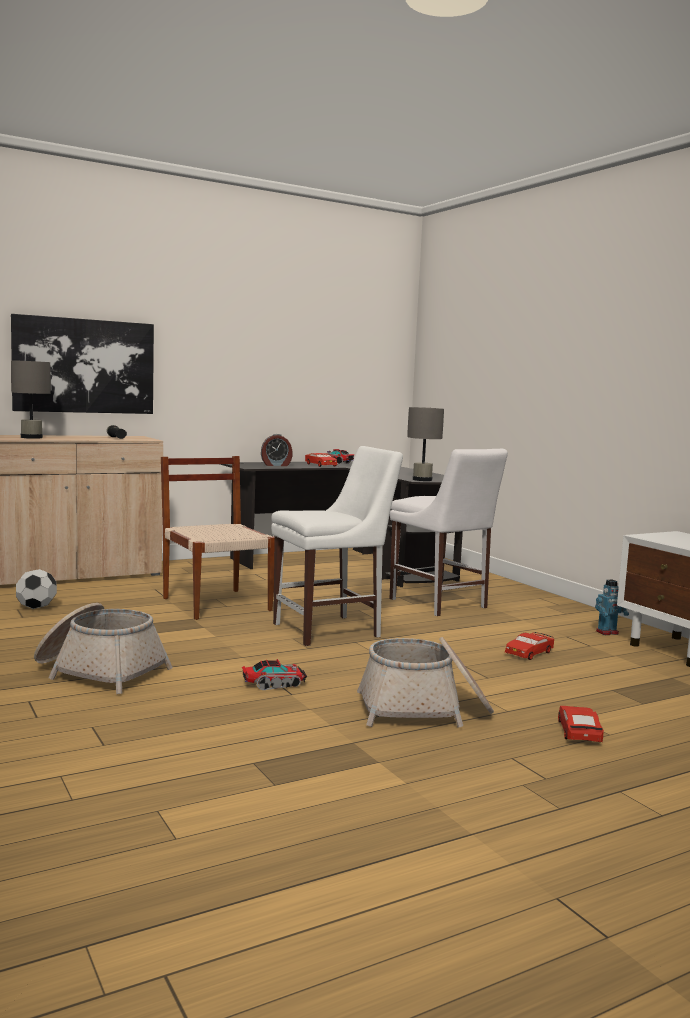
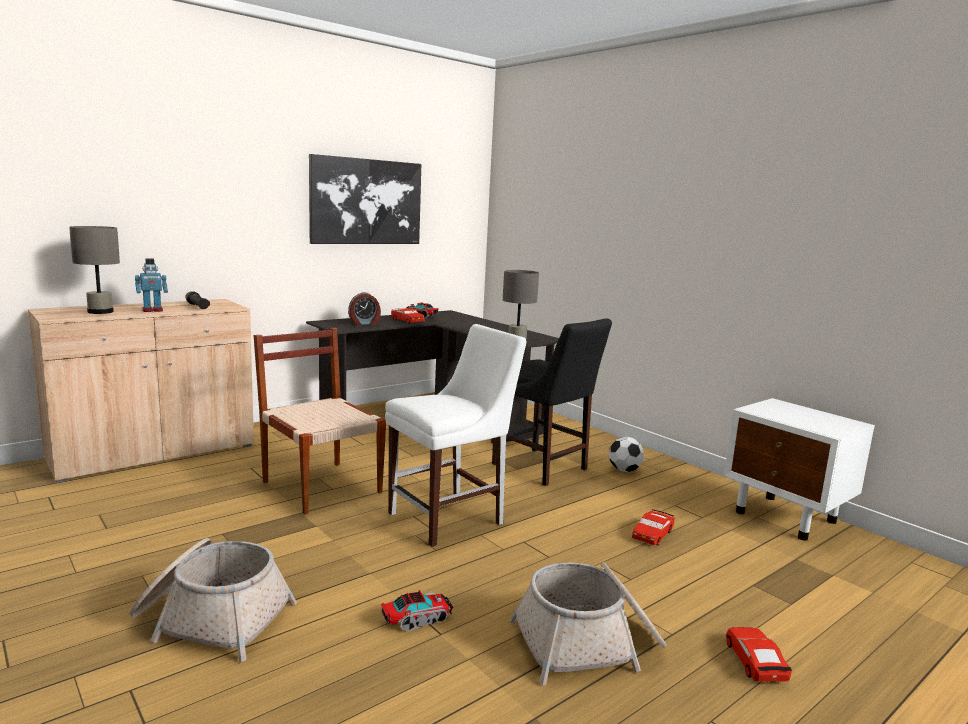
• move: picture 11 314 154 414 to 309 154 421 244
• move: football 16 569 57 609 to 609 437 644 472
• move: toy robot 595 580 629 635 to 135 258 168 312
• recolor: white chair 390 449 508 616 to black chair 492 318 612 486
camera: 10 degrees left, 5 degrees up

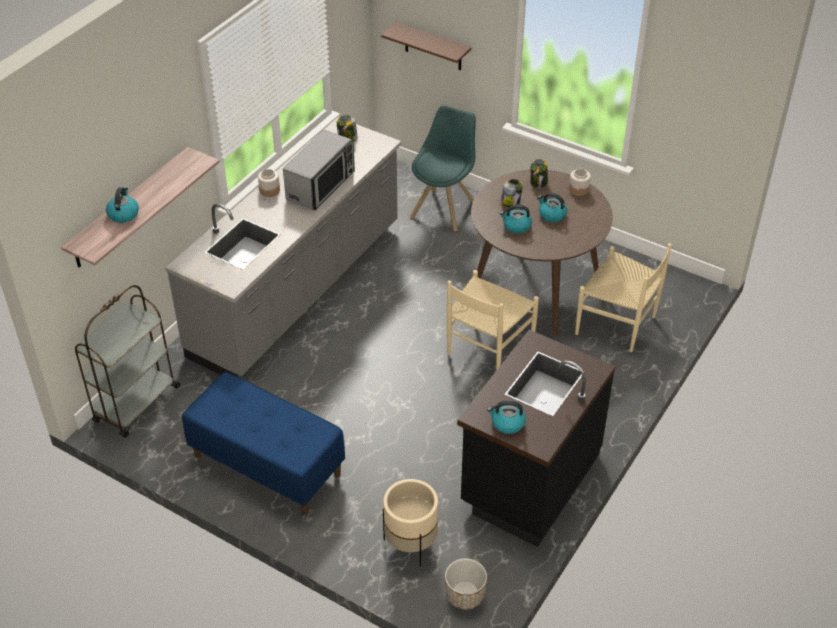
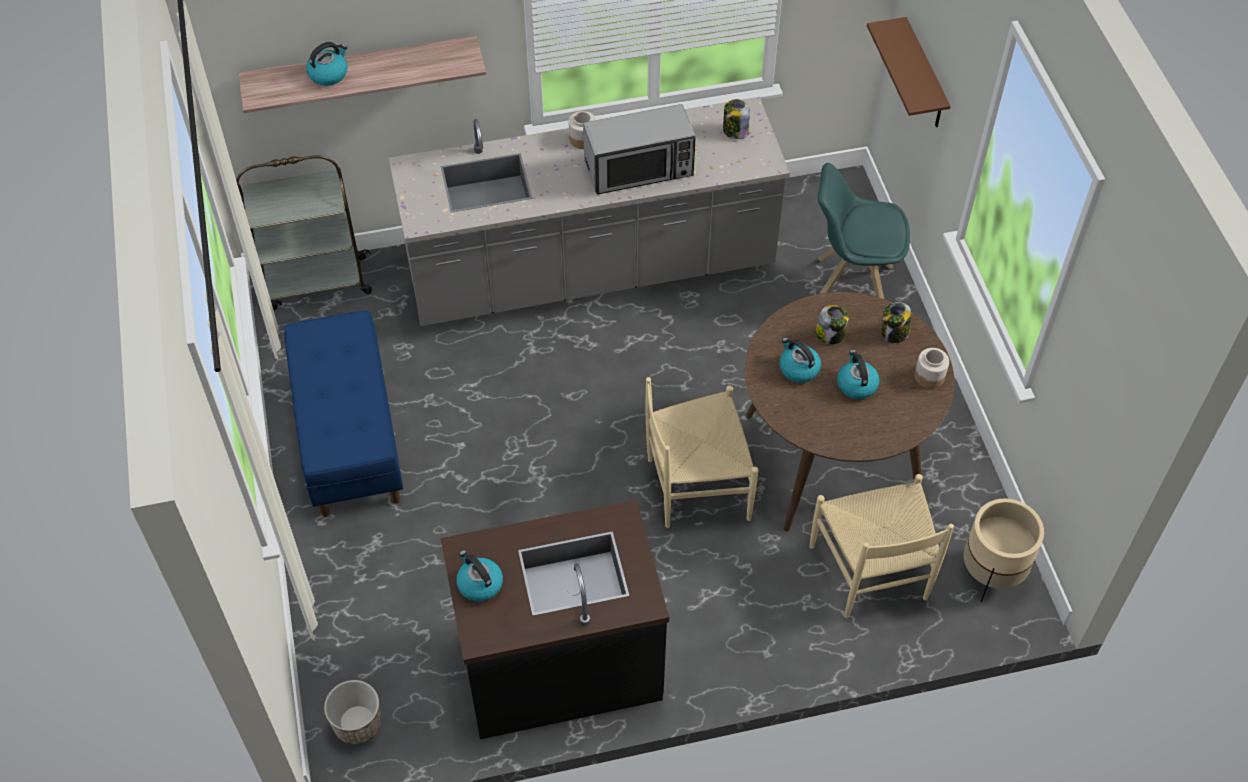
• move: beige planter 383 479 438 566 to 963 498 1044 602
• rotate: turquoise chair 410 105 476 232 = 818 163 910 299 150 degrees counterclockwise
camera: 45 degrees right, 10 degrees up

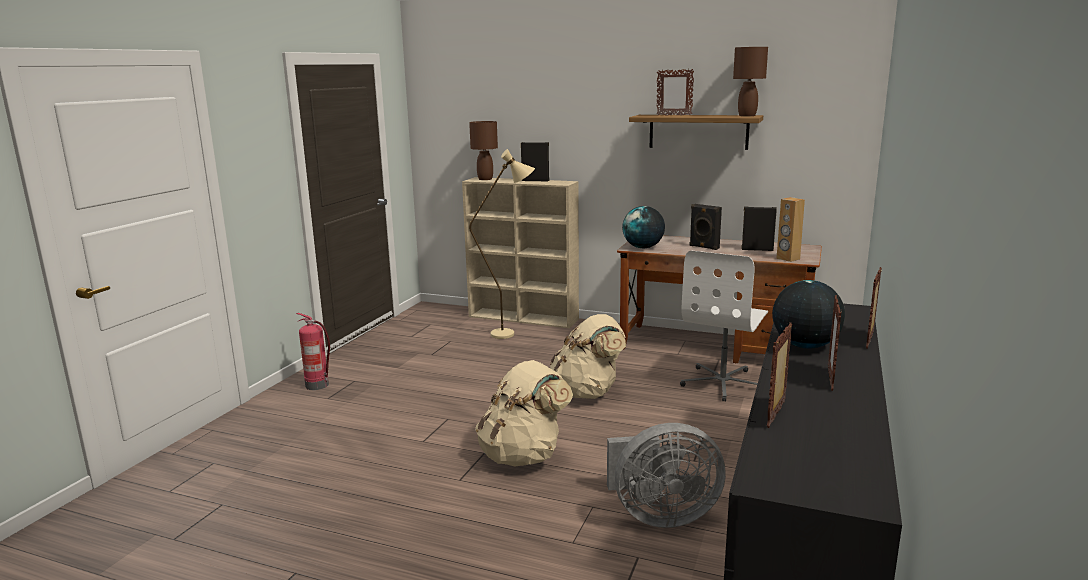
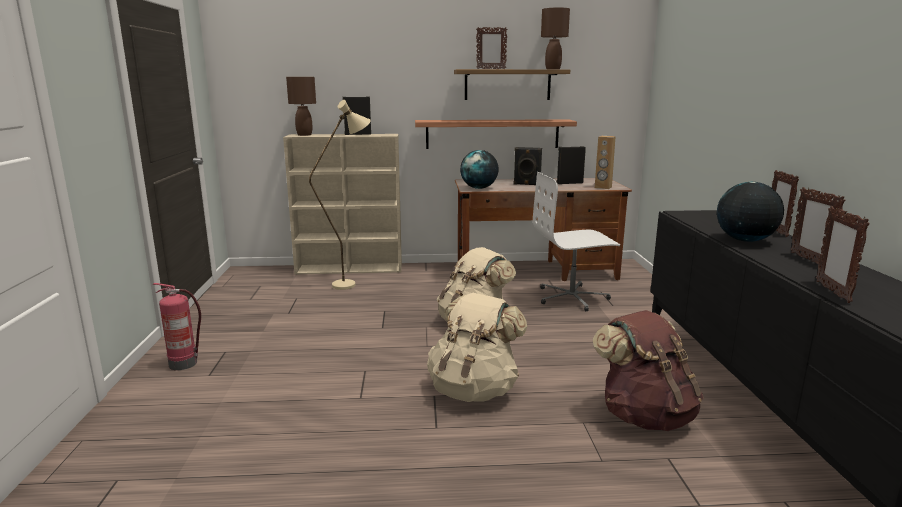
• insert: shelf 415 119 577 149
• replace: grey fan 607 423 726 528 to brown backpack 593 310 704 431
• rotate: white office chair 680 250 768 402 = 533 172 620 311 75 degrees clockwise
camera: 25 degrees left, 0 degrees up

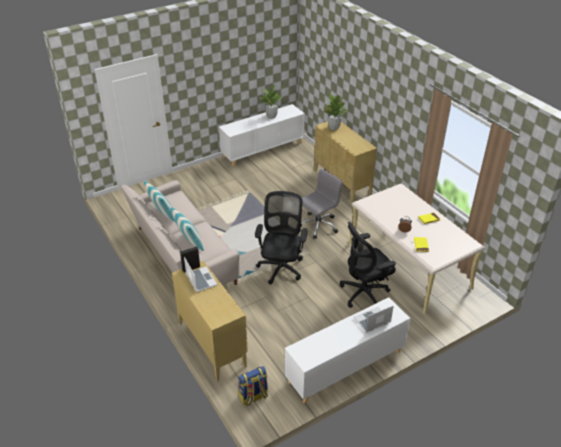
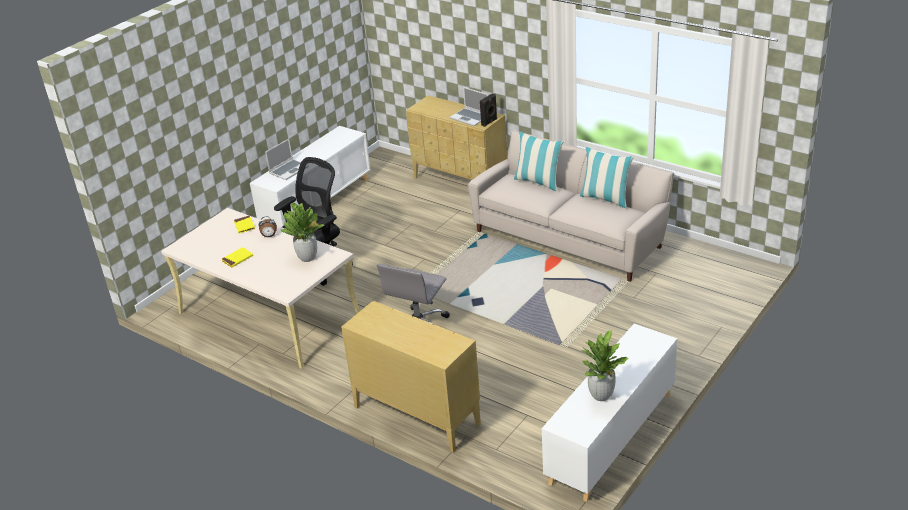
• delete: backpack 238 366 268 406
• delete: black office chair 255 191 307 284
• move: potted plant 323 93 348 130 to 280 203 324 262
camera: 160 degrees right, 5 degrees down

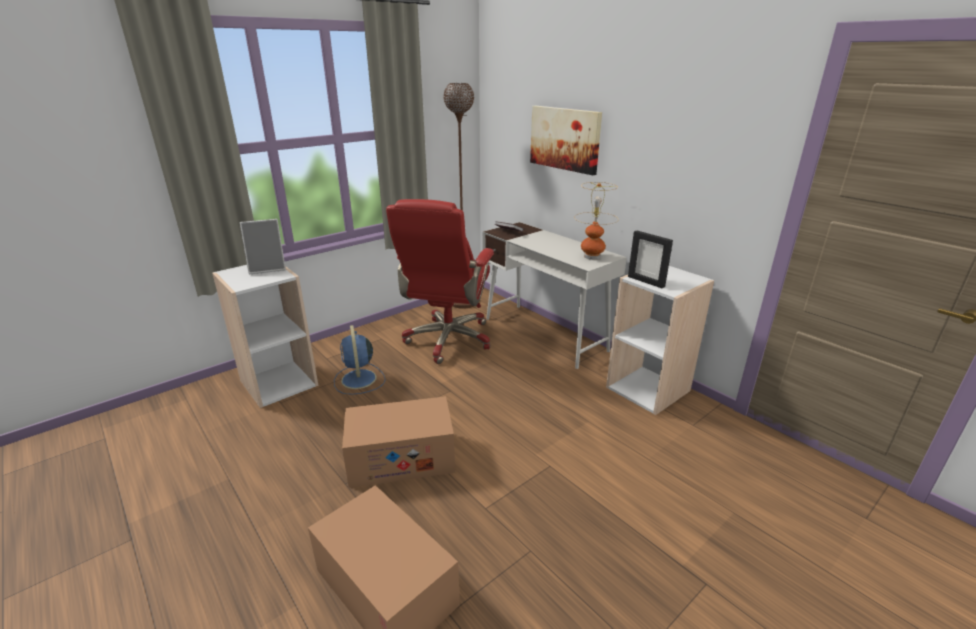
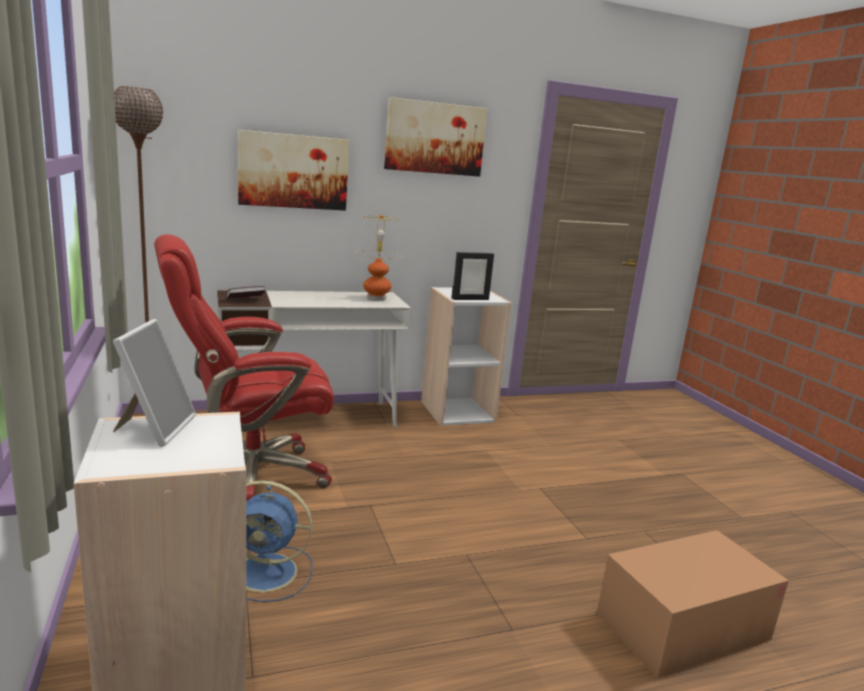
• delete: cardboard box 342 396 455 488
• insert: picture 384 97 487 177
• rotate: red office chair 386 199 494 364 = 154 234 334 502 120 degrees clockwise
camera: 70 degrees left, 10 degrees down

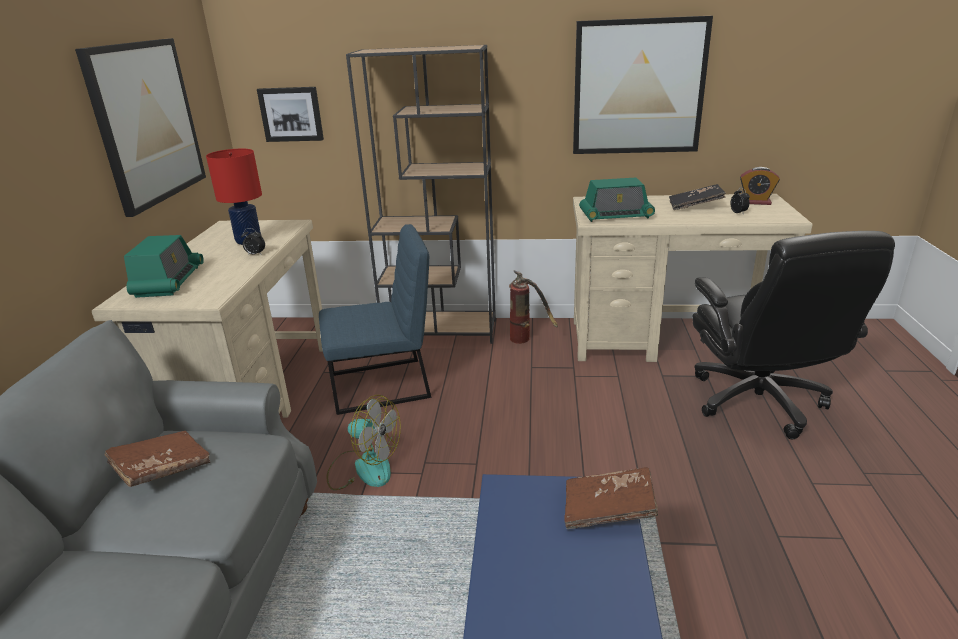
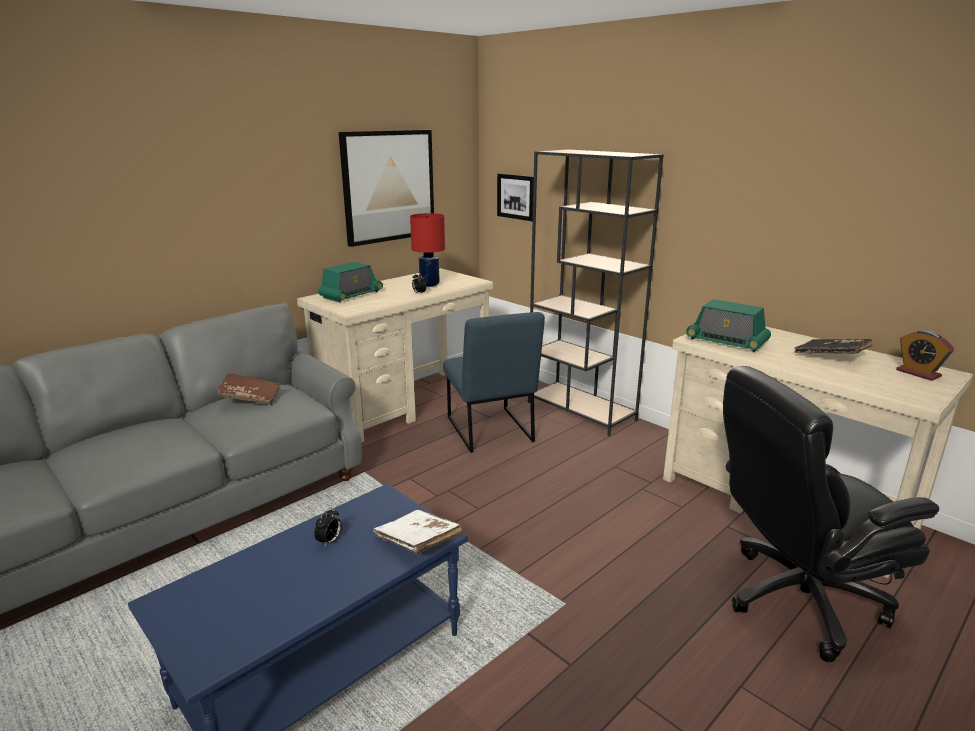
• delete: fan 326 395 401 490
• delete: fire extinguisher 509 271 558 344
• delete: picture 573 16 713 154
• move: alarm clock 731 188 750 215 to 314 508 342 546
• recolor: brown book 564 467 658 529 to white book 373 510 463 554
• rotate: blue chair 319 224 432 415 = 443 312 545 453 45 degrees clockwise
• rotate: black office chair 693 231 895 439 = 723 366 939 662 45 degrees clockwise
camera: 40 degrees right, 5 degrees down

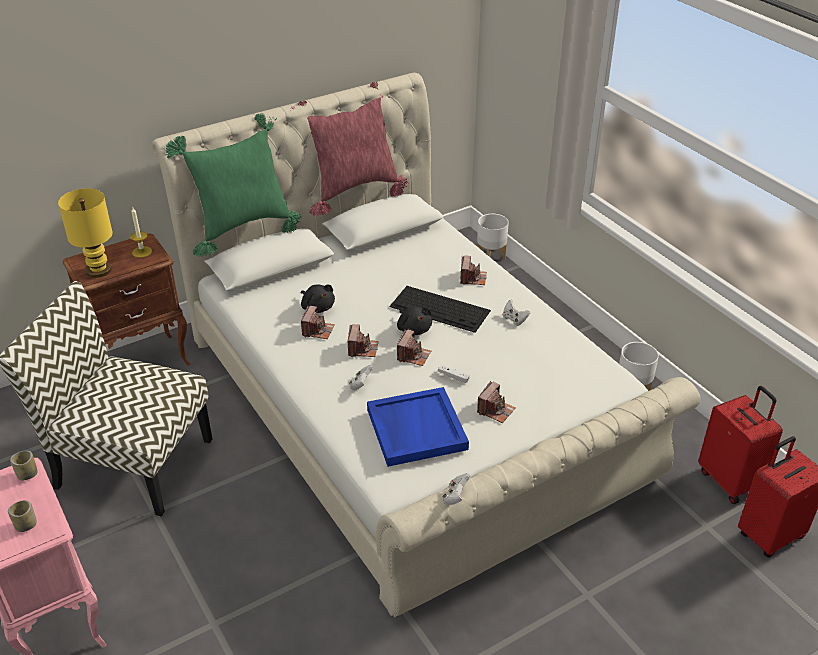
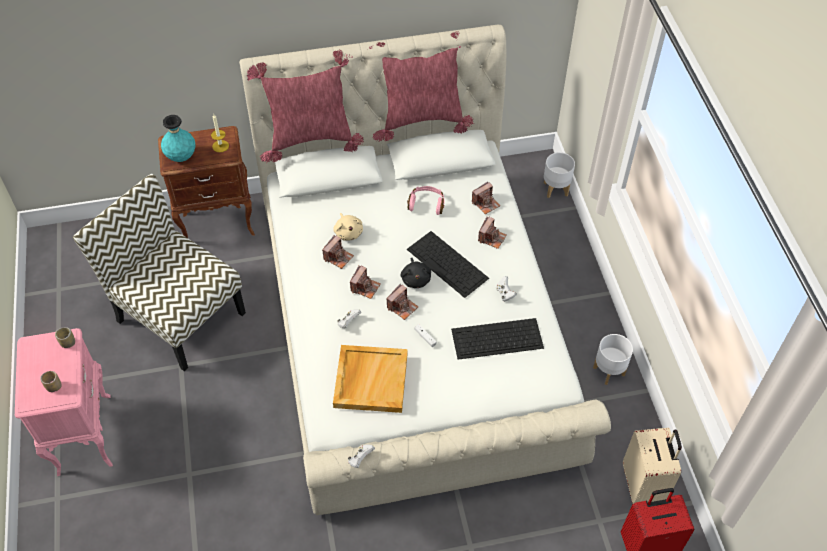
• insert: pink headphones 407 186 444 215
• insert: keyboard 451 318 544 360
• move: photo camera 477 381 515 423 to 472 182 501 214
• replace: yellow table lamp 58 188 113 278 to turquoise vase 161 115 196 162
• recolor: green pillow 165 113 301 257 to red pillow 247 49 364 162
• recolor: black plush toy 301 284 335 313 to beige plush toy 333 213 363 241
• recolor: blue tray 367 387 469 467 to beige tray 333 345 408 413
• recolor: red suitcase 699 386 783 504 to beige suitcase 623 427 682 504
camera: 20 degrees right, 15 degrees up

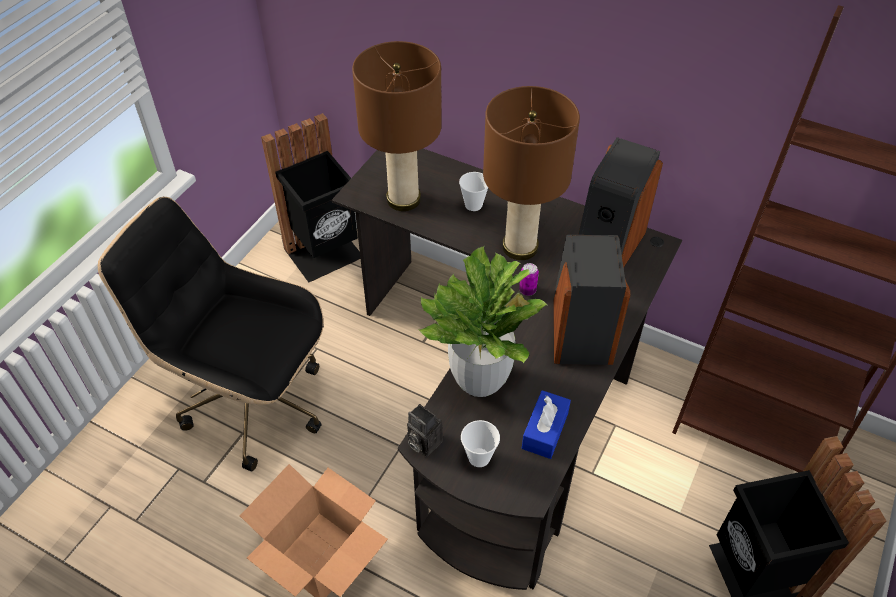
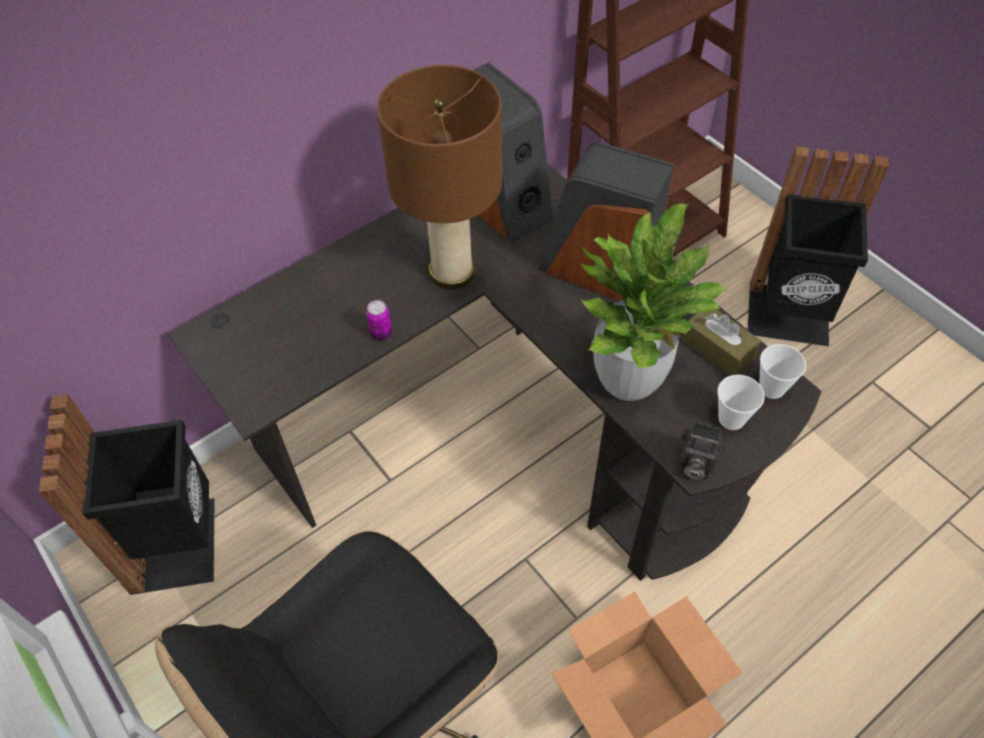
• delete: brown table lamp 352 41 442 211
• move: cup 459 172 488 211 to 759 344 806 399
• move: can 519 263 539 296 to 366 300 392 341
• recolor: blue tissue box 522 390 571 459 to brown tissue box 682 309 761 375
• rotate: photo camera 407 404 443 457 = 678 421 722 481 45 degrees clockwise
camera: 65 degrees left, 5 degrees up

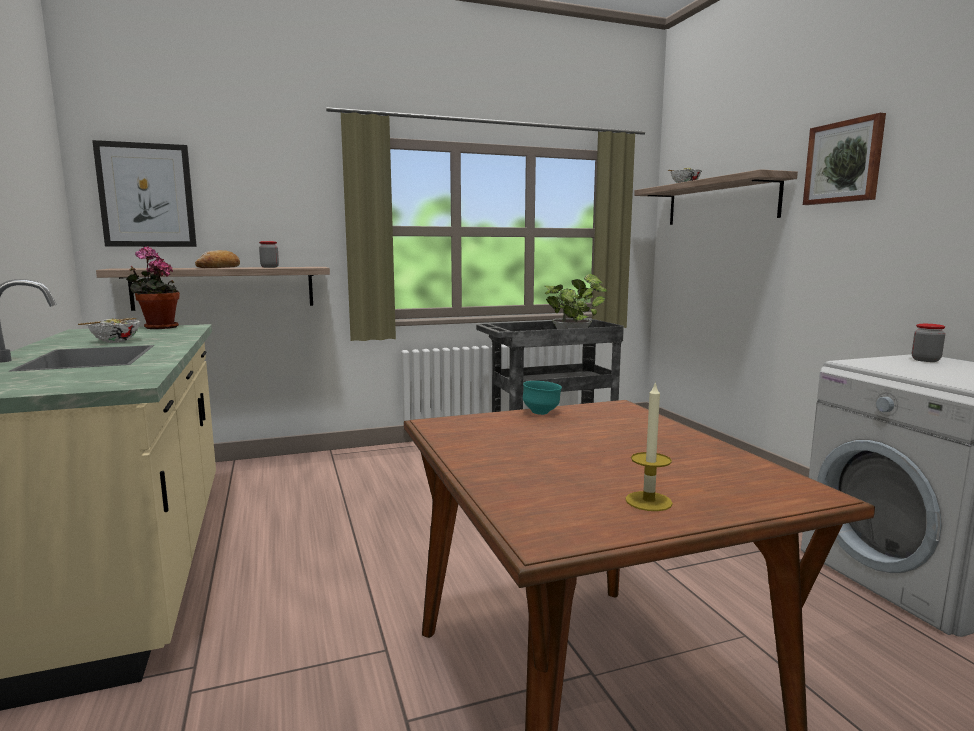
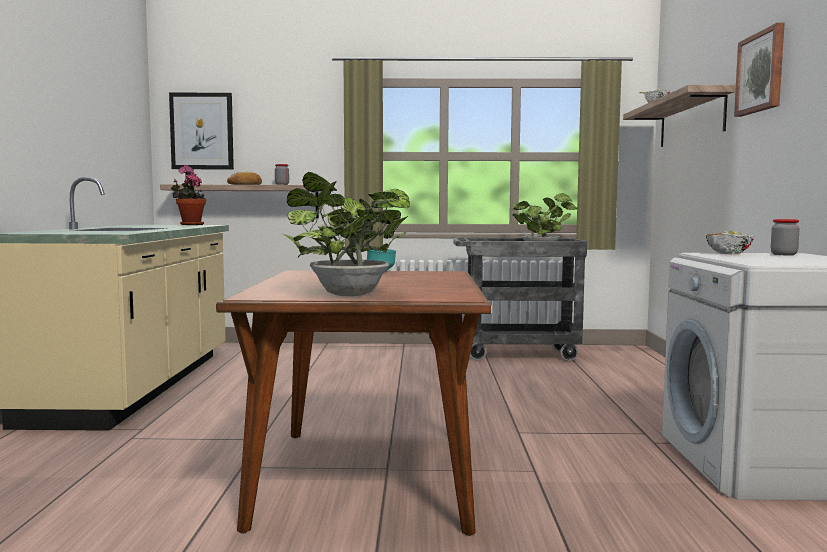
• move: bowl 78 318 140 343 to 705 231 755 254
• replace: candle 625 381 673 511 to potted plant 281 172 410 296
camera: 20 degrees right, 5 degrees down

